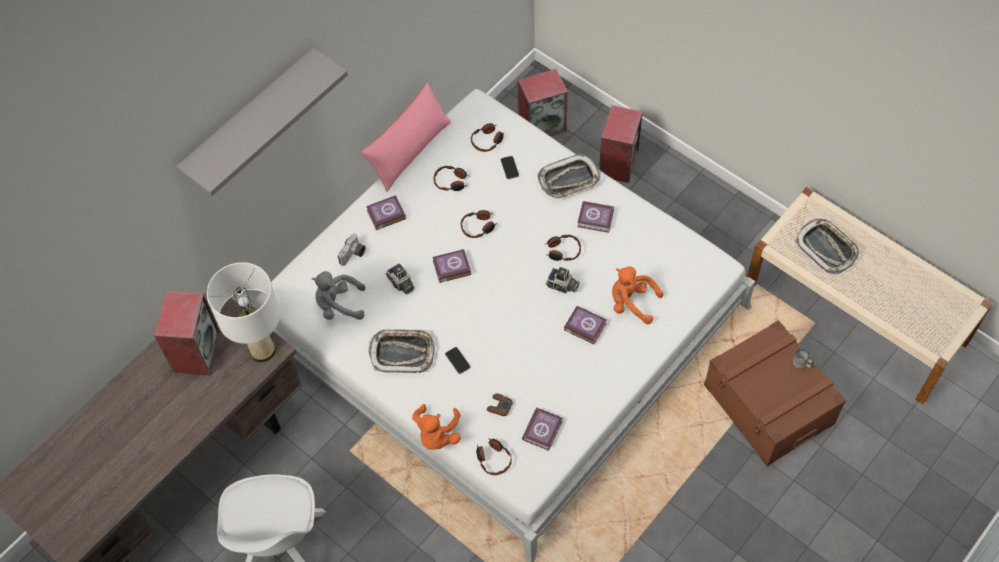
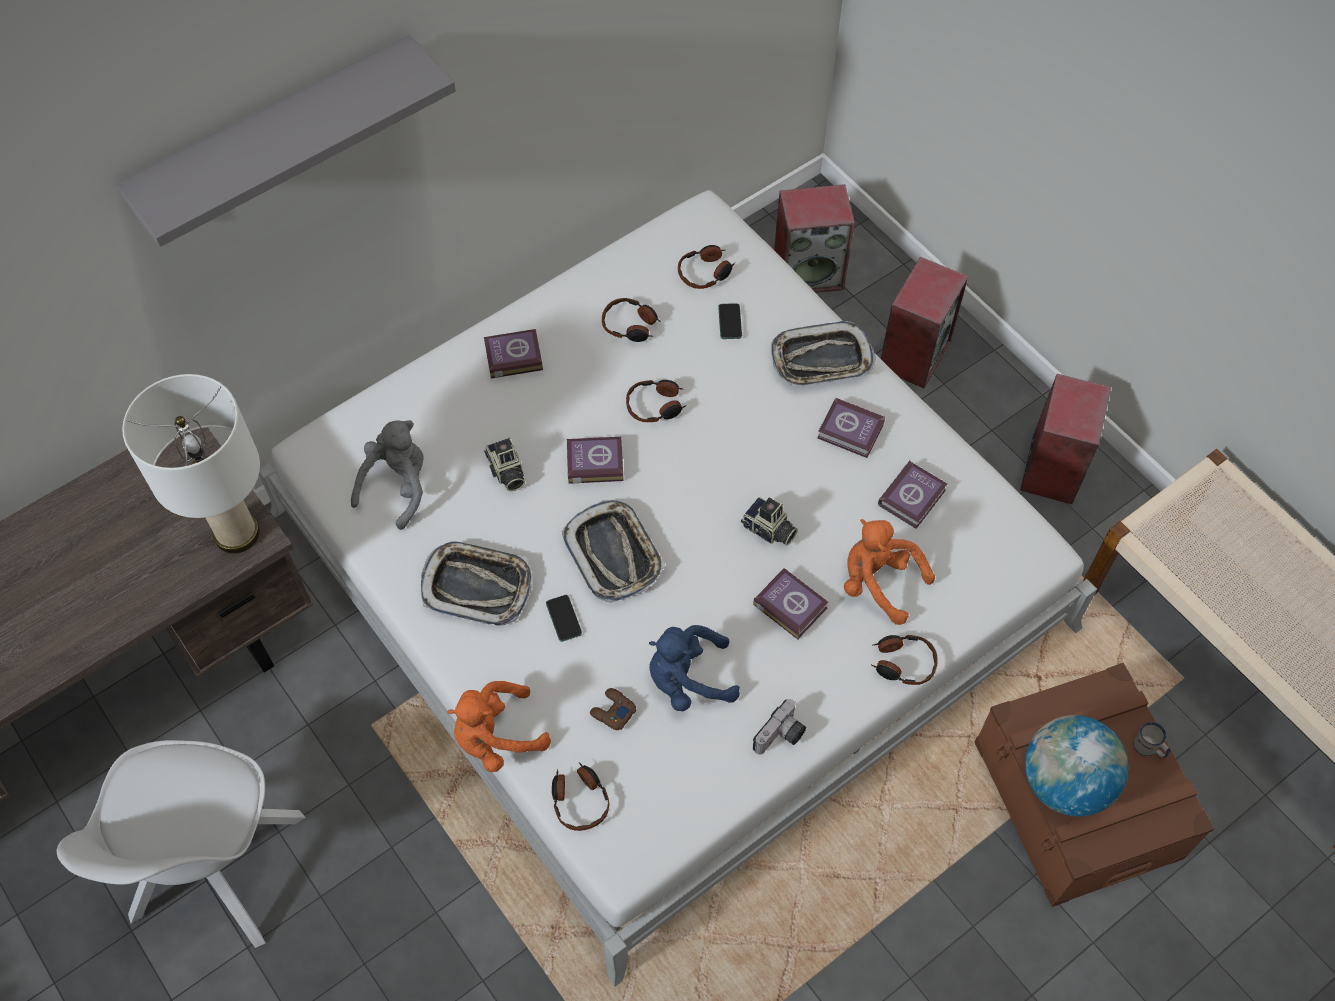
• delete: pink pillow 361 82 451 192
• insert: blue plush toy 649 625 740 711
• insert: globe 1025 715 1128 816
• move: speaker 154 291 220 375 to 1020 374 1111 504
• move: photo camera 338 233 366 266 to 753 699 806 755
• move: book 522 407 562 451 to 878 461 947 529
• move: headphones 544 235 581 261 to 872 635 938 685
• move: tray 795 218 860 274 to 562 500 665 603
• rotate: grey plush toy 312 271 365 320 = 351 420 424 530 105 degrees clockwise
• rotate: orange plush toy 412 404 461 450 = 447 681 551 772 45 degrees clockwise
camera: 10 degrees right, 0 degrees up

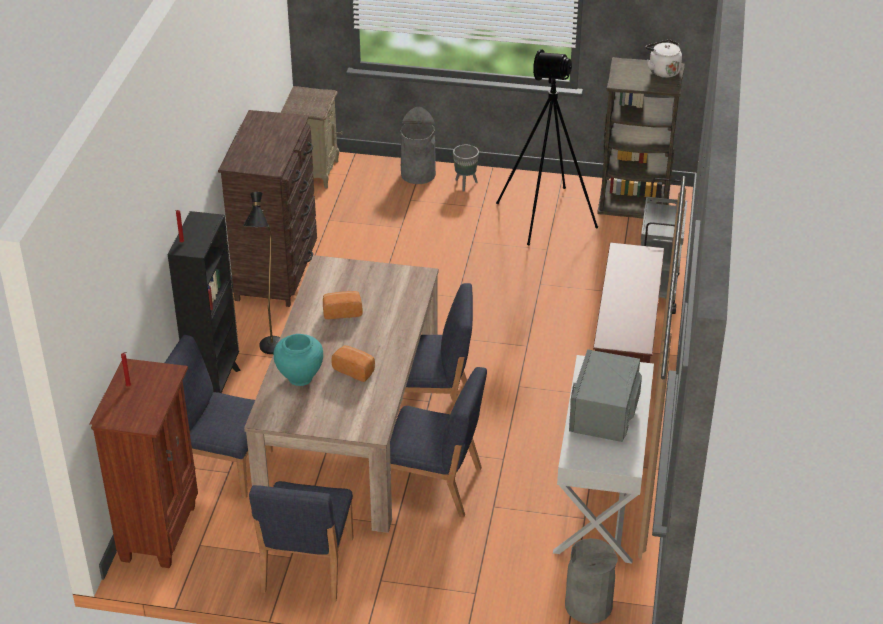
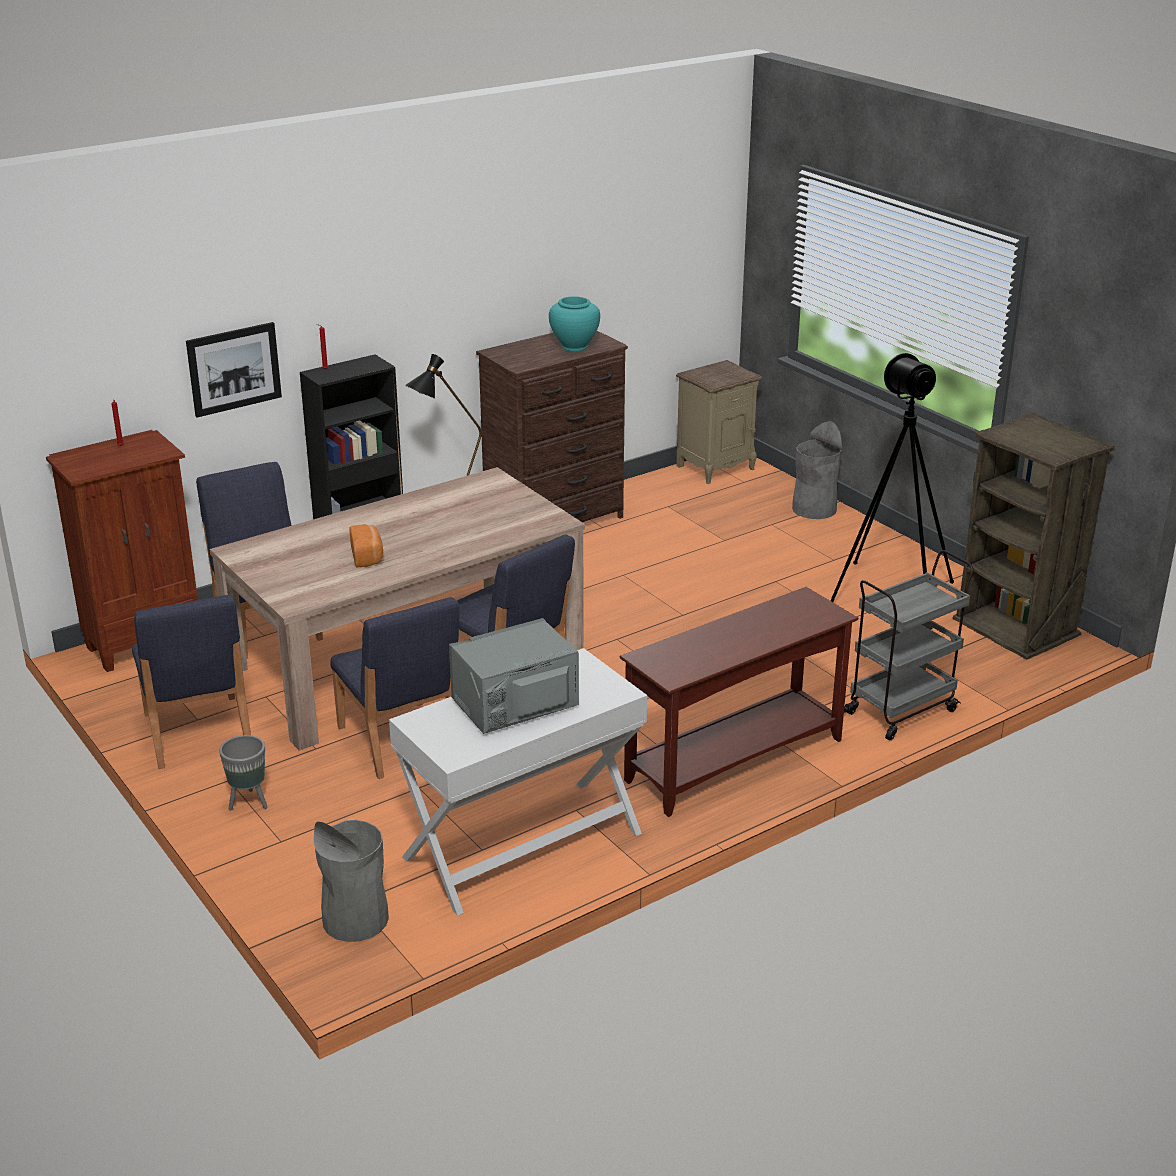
• delete: bread 323 291 362 319
• delete: white kettle 645 39 682 78
• insert: picture 186 322 282 418
• move: turquoise vase 274 334 323 386 to 549 296 600 352
• move: grey planter 453 145 479 192 to 219 735 268 811
• rotate: blue chair 249 481 353 602 = 132 595 251 769 75 degrees counterclockwise
camera: 45 degrees right, 10 degrees down

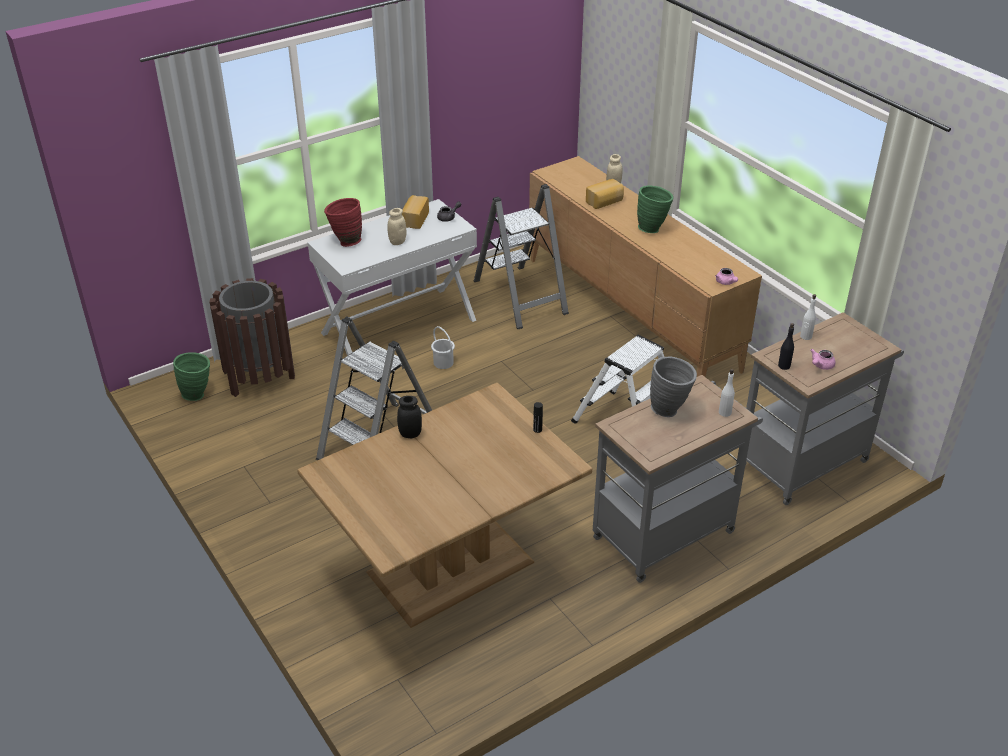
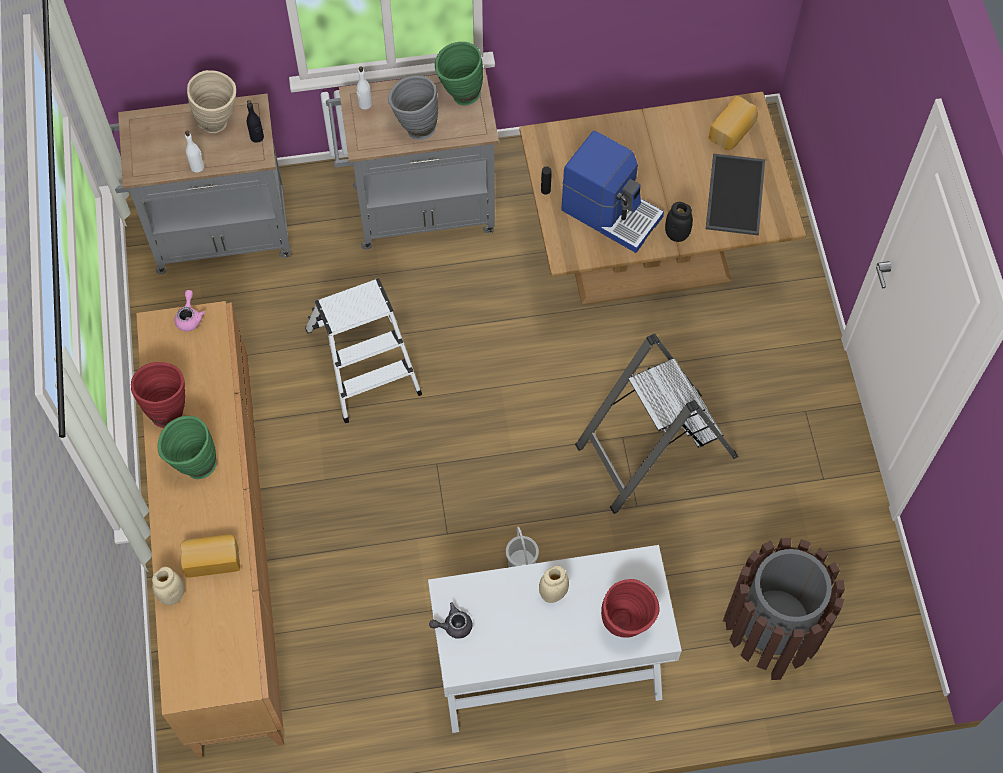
• delete: grey step ladder 473 184 569 330
• insert: red vase 131 362 185 428
• insert: coffee machine 561 131 664 253
• insert: tray 706 154 765 235
• move: green vase 173 352 210 401 to 435 42 483 106
• move: bread 402 195 429 229 to 709 96 758 150
• replace: pink teapot 811 349 836 370 to beige vase 187 70 236 133
camera: 155 degrees left, 25 degrees up

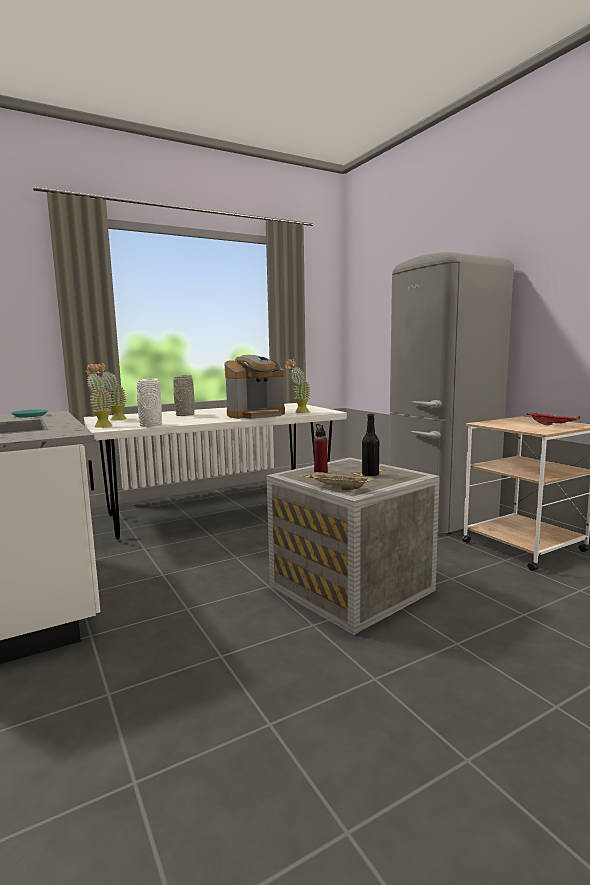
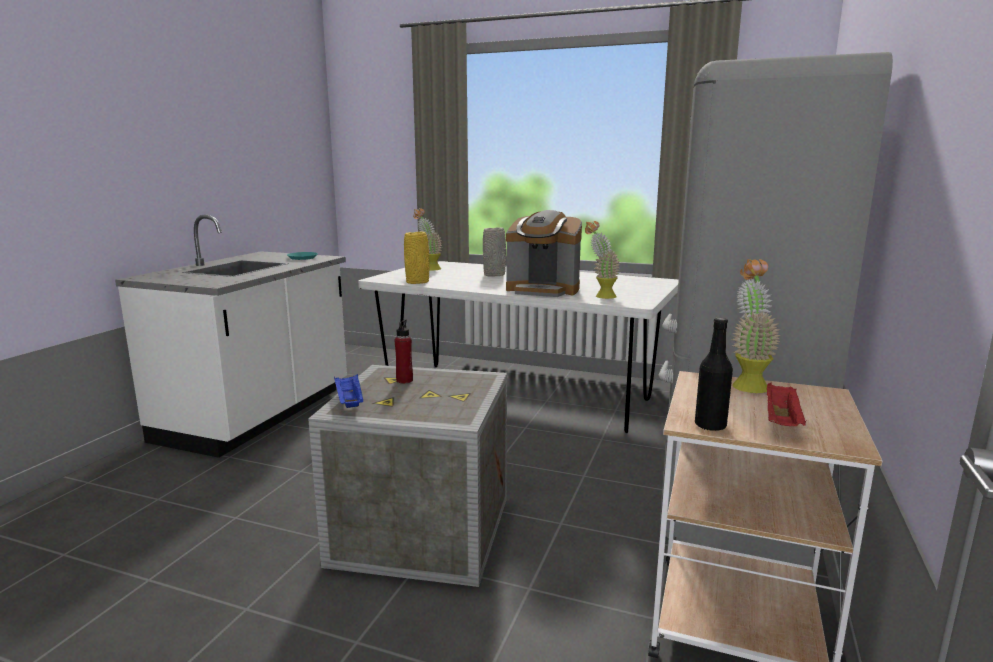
• move: potted plant 86 364 113 428 to 732 259 781 393
• move: black bottle 362 413 379 477 to 695 318 733 431
• recolor: white vase 137 378 162 427 to yellow vase 404 232 429 284
• recolor: beige tray 309 472 374 490 to blue tray 334 374 363 408
camera: 50 degrees right, 5 degrees up

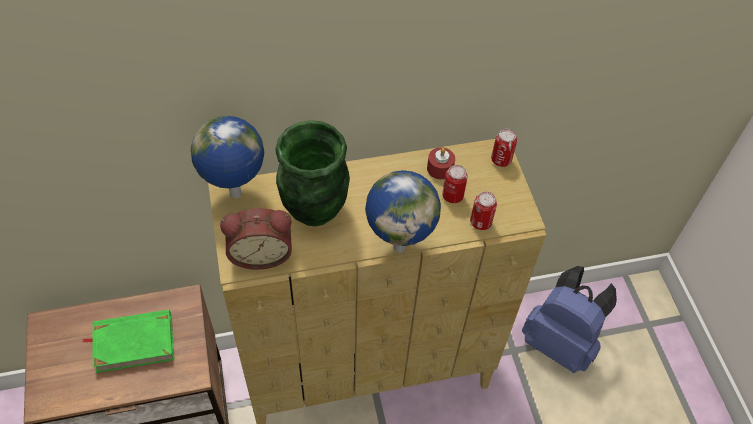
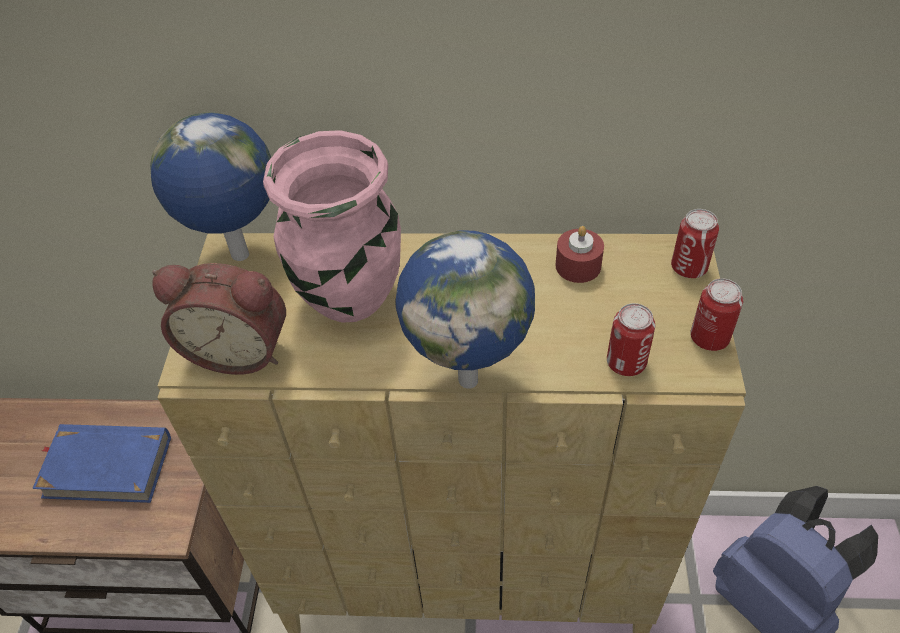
• move: can 442 165 468 203 to 690 278 743 351
• recolor: green book 82 310 174 373 to blue book 32 424 171 503
• recolor: green vase 275 120 350 227 to pink vase 263 130 401 323
camera: 20 degrees right, 5 degrees down

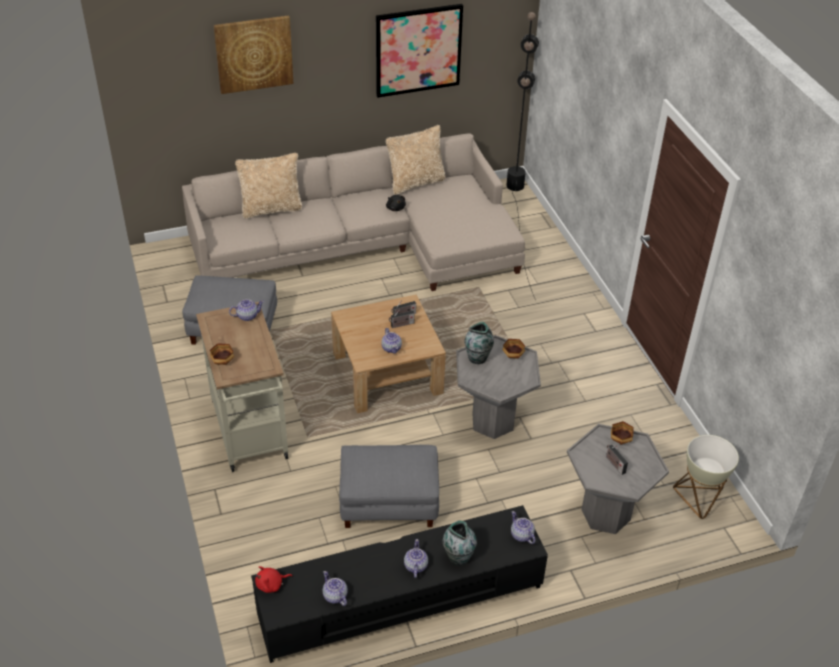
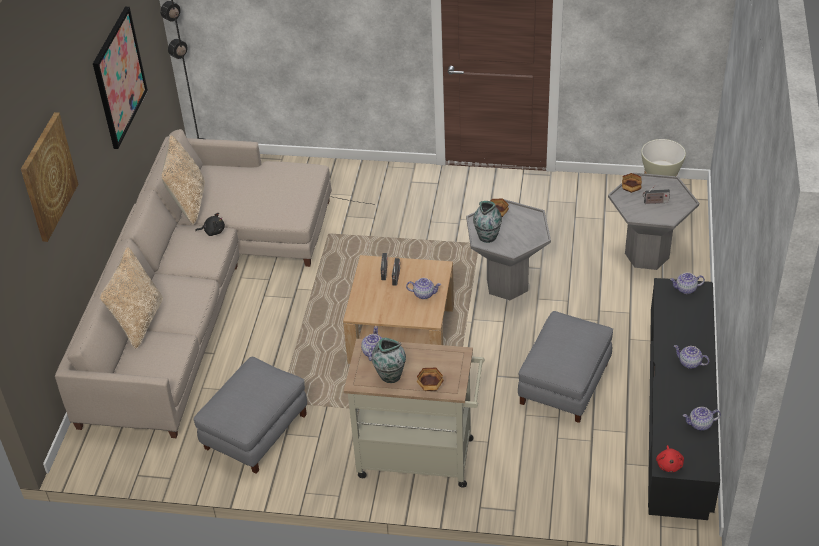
• move: vase 443 520 477 565 to 372 337 406 383
camera: 60 degrees left, 0 degrees up

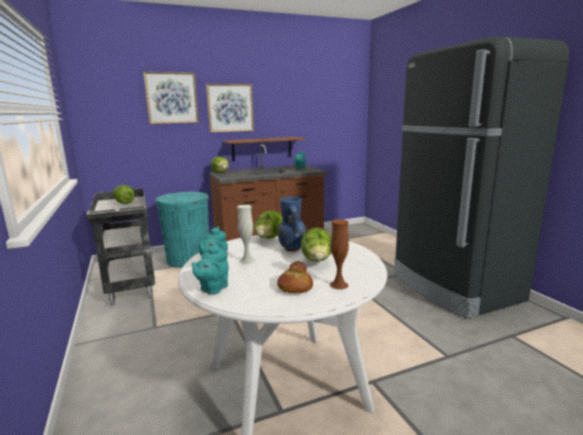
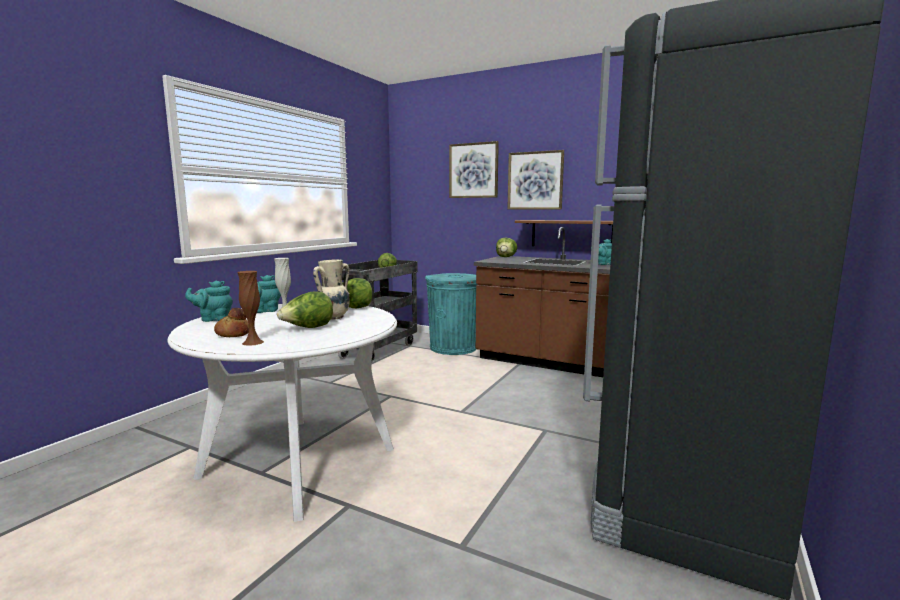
• recolor: blue vase 278 196 306 252 to beige vase 313 259 350 320
camera: 50 degrees right, 5 degrees down

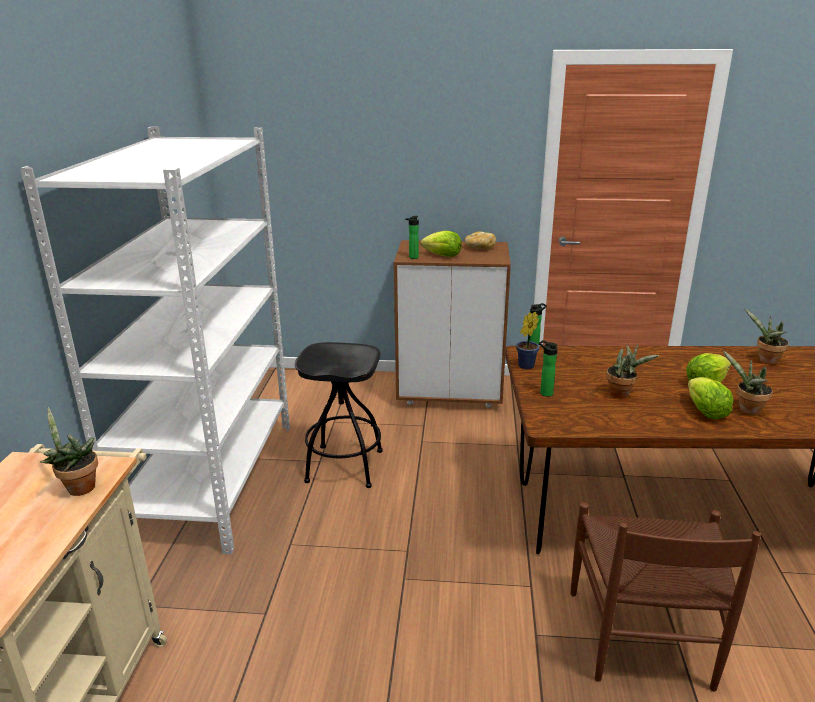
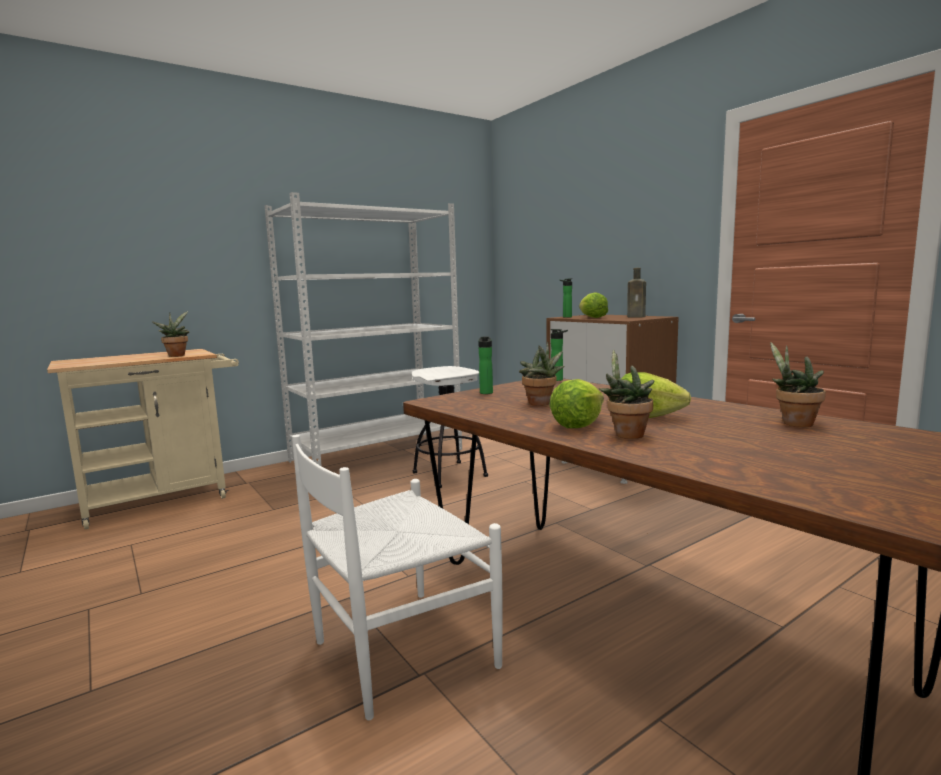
• delete: potted plant 516 312 539 369
• replace: bread 465 231 496 249 to brown bottle 627 268 646 317
• recolor: black stool 295 342 383 488 to white stool 412 366 488 488
• recolor: brown chair 570 502 761 691 to white chair 292 435 503 720
camera: 50 degrees right, 15 degrees down

